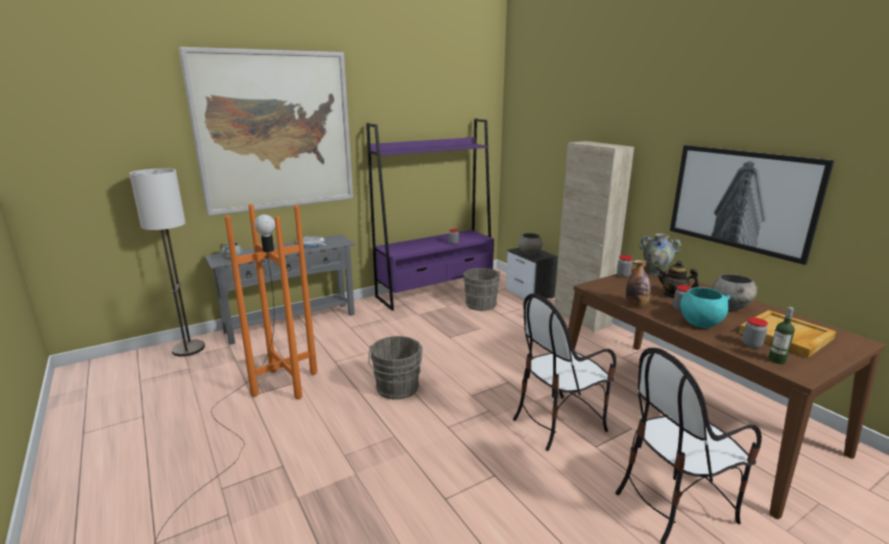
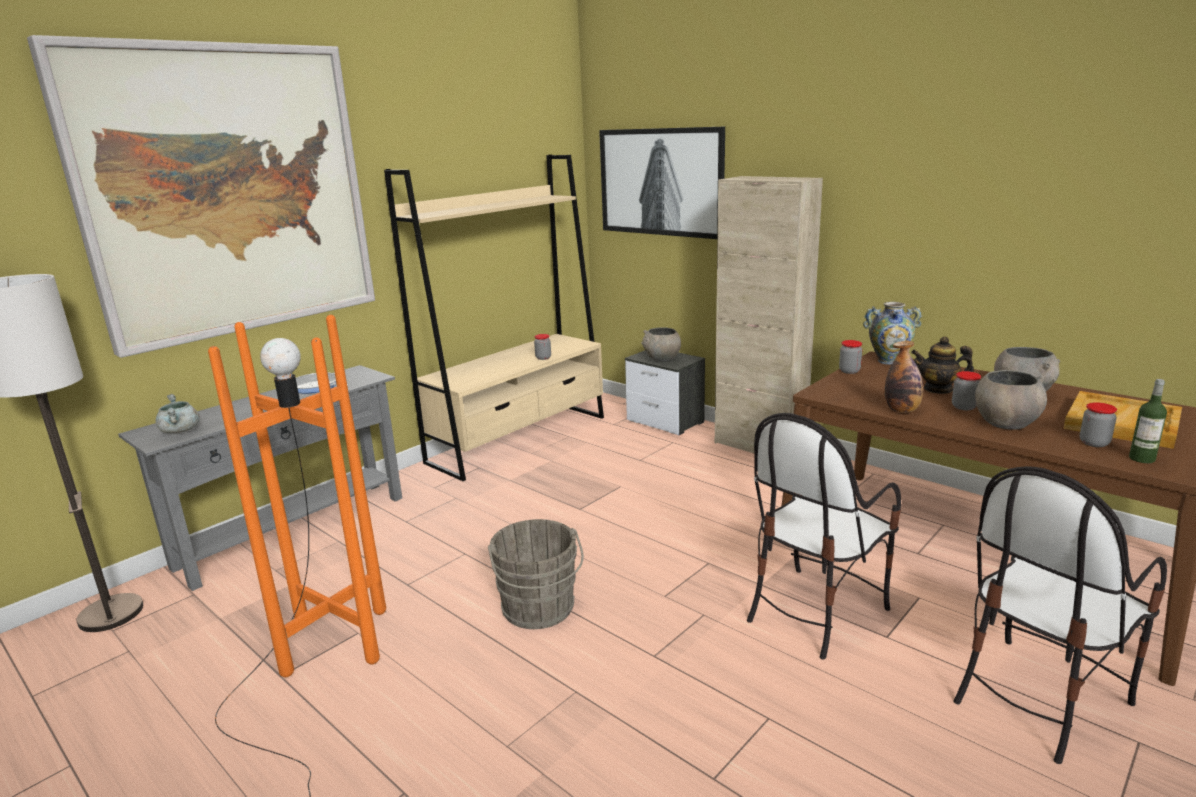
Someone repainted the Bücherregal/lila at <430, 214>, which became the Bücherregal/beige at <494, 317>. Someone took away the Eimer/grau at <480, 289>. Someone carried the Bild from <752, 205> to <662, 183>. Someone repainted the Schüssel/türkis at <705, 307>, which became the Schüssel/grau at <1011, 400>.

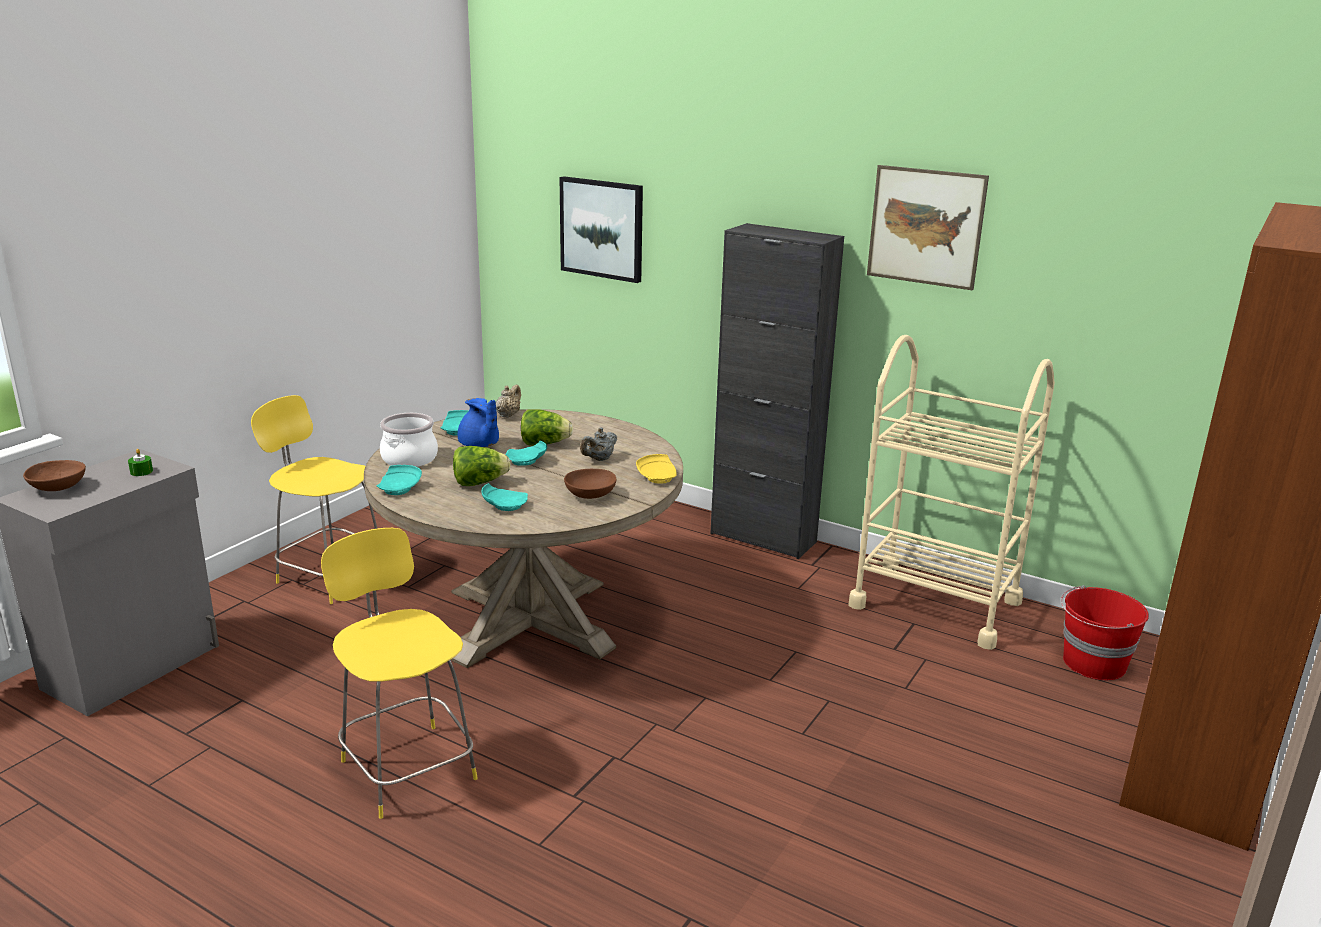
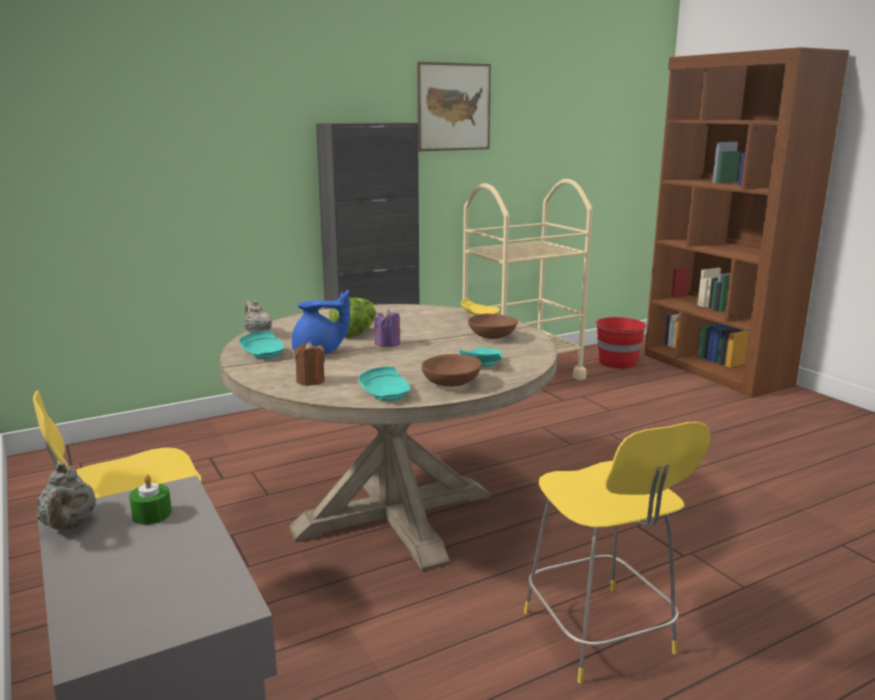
Someone carried the Schüssel/braun from <54, 475> to <451, 370>. Someone rotated the Stuhl/gelb at <399, 673> by 105 degrees counterclockwise. Someone swapped the Kochtopf at <409, 440> for the Kerze/braun at <310, 363>. Someone took away the Salatkopf at <482, 466>. Someone swapped the Teller/türkis at <526, 453> for the Kerze/lila at <387, 328>. Someone took away the Bild at <601, 229>. Someone carried the Teekanne/grau from <598, 444> to <66, 496>.

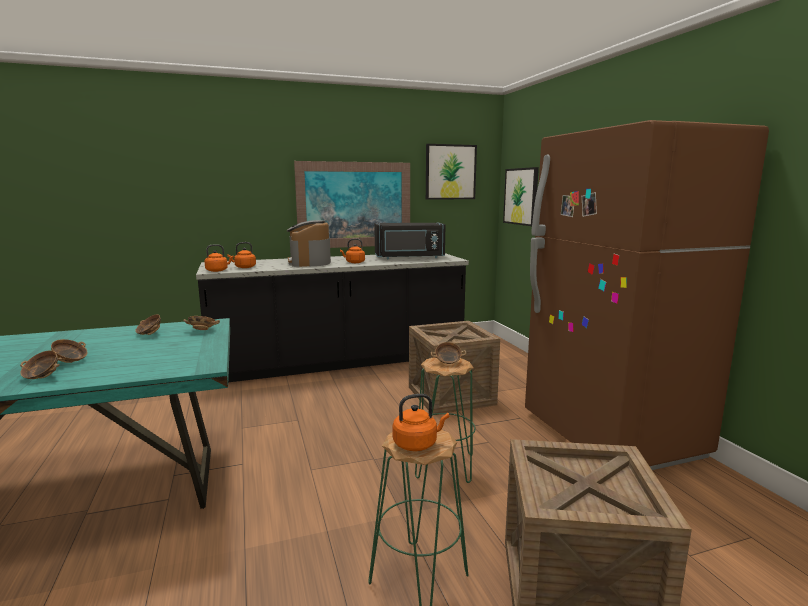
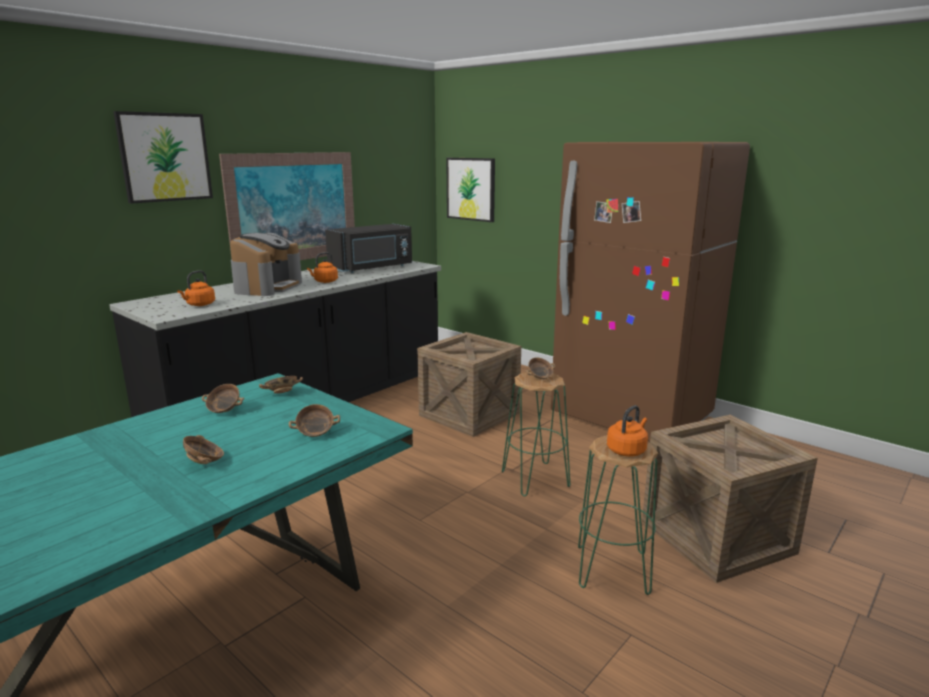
Someone carried the Schüssel from <40, 364> to <314, 420>. Someone took away the Wasserkessel/orange at <219, 258>. Someone rotated the Kaffeemaschine at <309, 243> by 120 degrees counterclockwise. Someone carried the Bild from <451, 172> to <163, 157>.

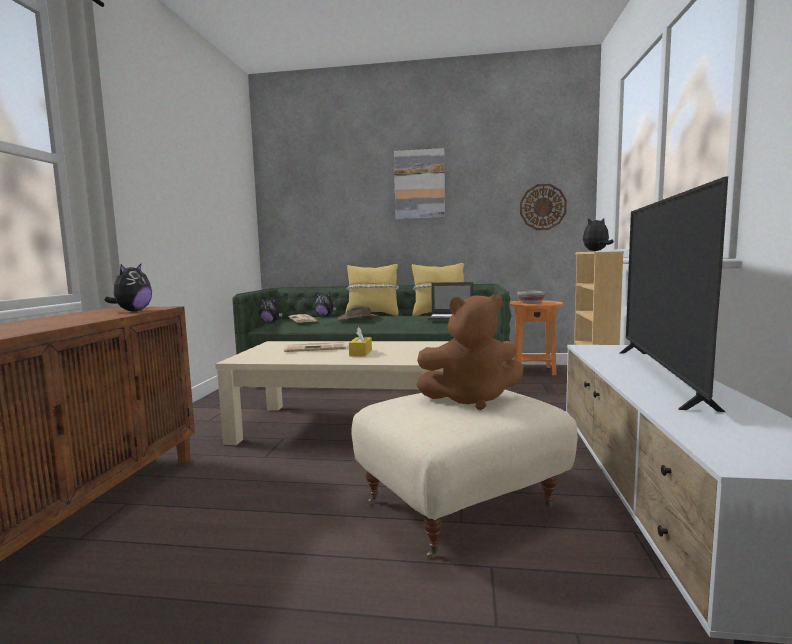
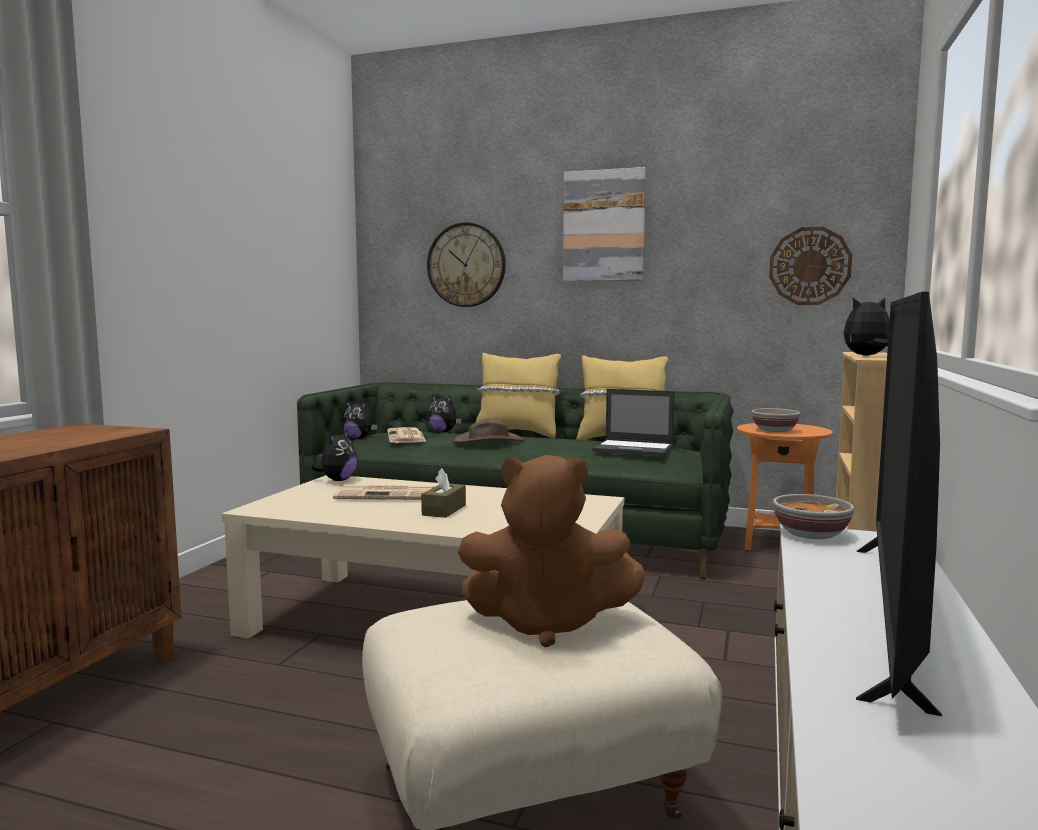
Someone carried the Plüschtier from <128, 287> to <334, 455>. Someone repainted the Taschentuchbox/gelb at <360, 342>, which became the Taschentuchbox/braun at <443, 493>. Someone put up the Wanduhr at <466, 264>. Someone put down the Schüssel at <813, 516>.

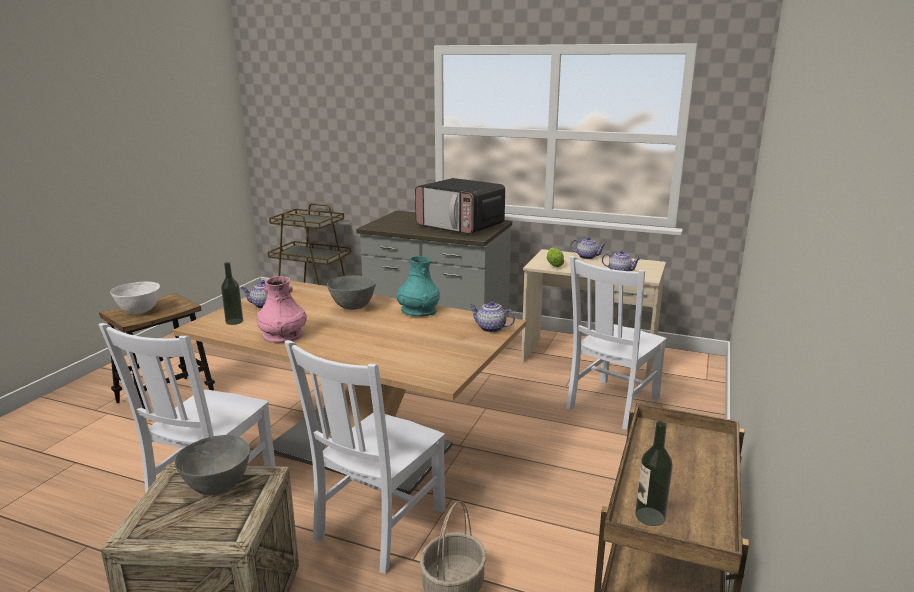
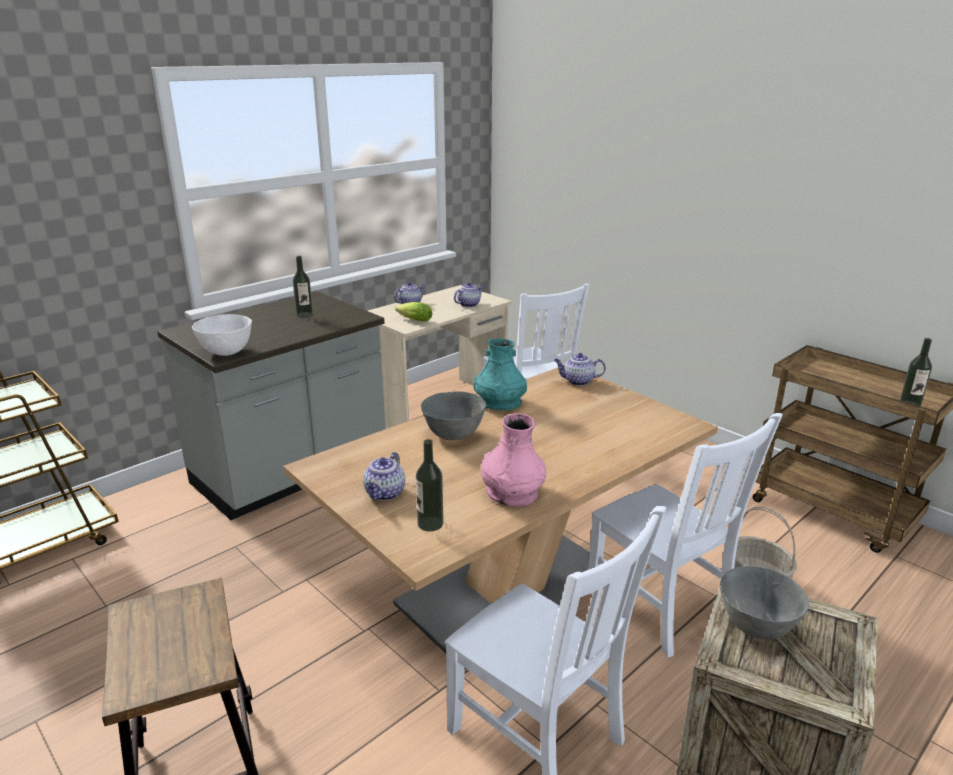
Someone carried the Schüssel/weiß from <135, 298> to <222, 335>. Someone swapped the Mikrowelle at <460, 206> for the Flasche at <303, 287>. Someone rotated the Teekanne at <492, 316> by 45 degrees clockwise.

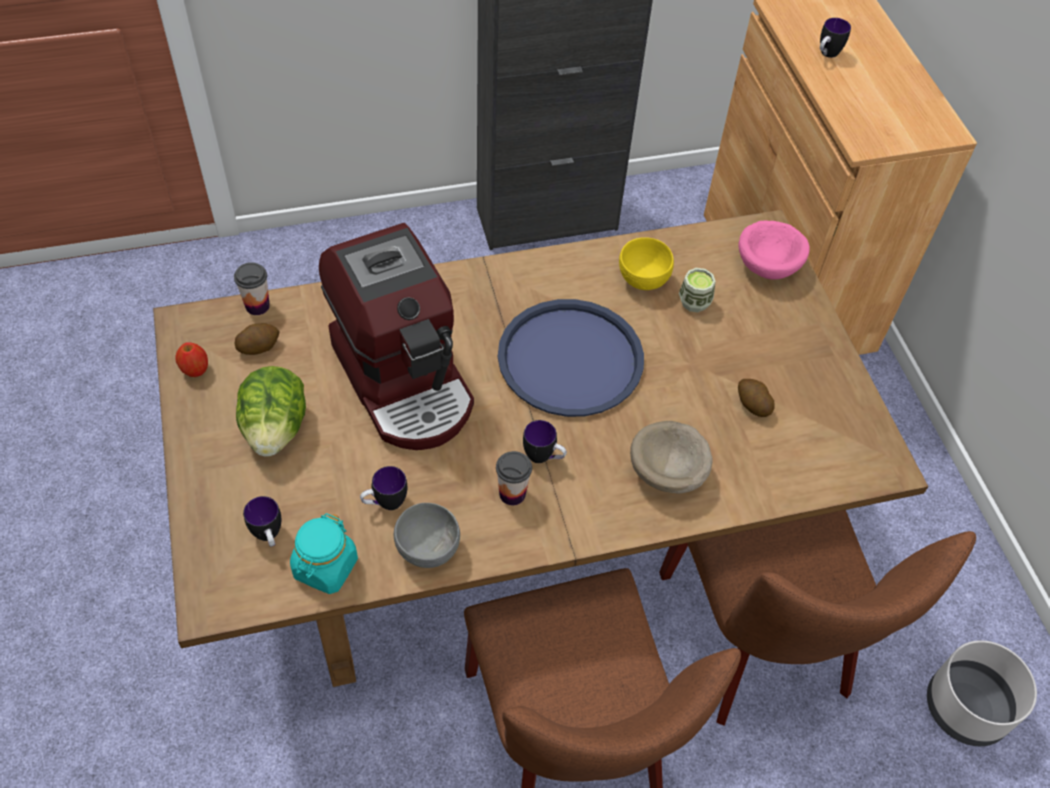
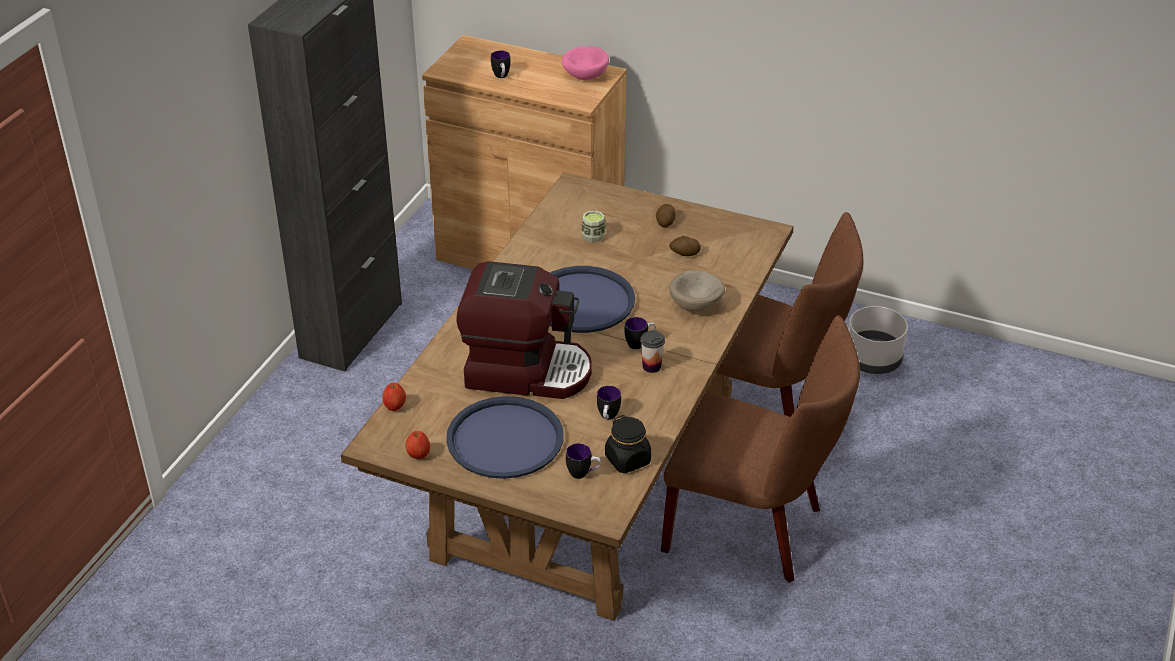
Someone swapped the Tasse at <252, 288> for the Apfel at <394, 397>. Someone carried the Kartoffel from <257, 339> to <666, 215>. Someone swapped the Salatkopf at <271, 411> for the Tablett/blau at <505, 437>. Someone repainted the Vorratsglas/türkis at <324, 553>, which became the Vorratsglas/schwarz at <628, 444>. Someone took away the Schüssel/grau at <427, 535>. Someone took away the Schüssel/gelb at <646, 263>. Someone carried the Schüssel/rosa from <774, 250> to <585, 63>.

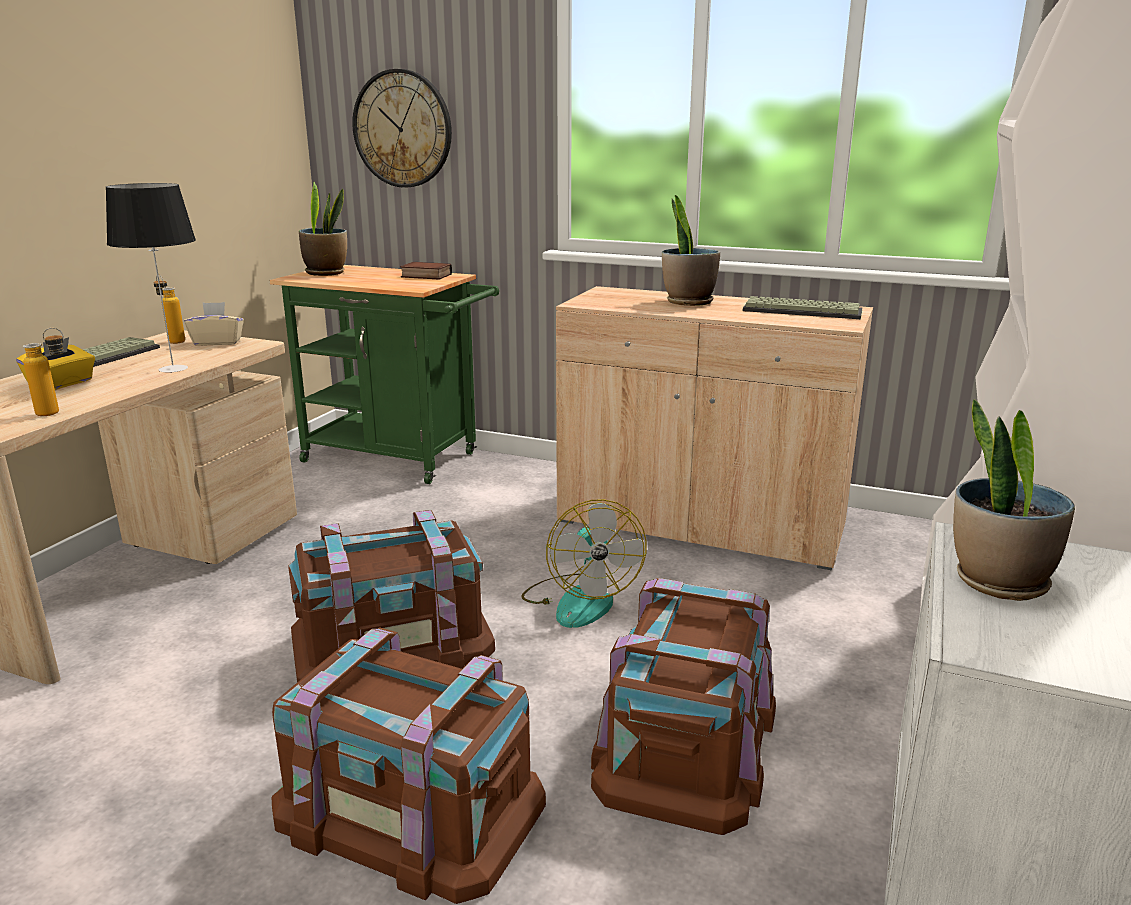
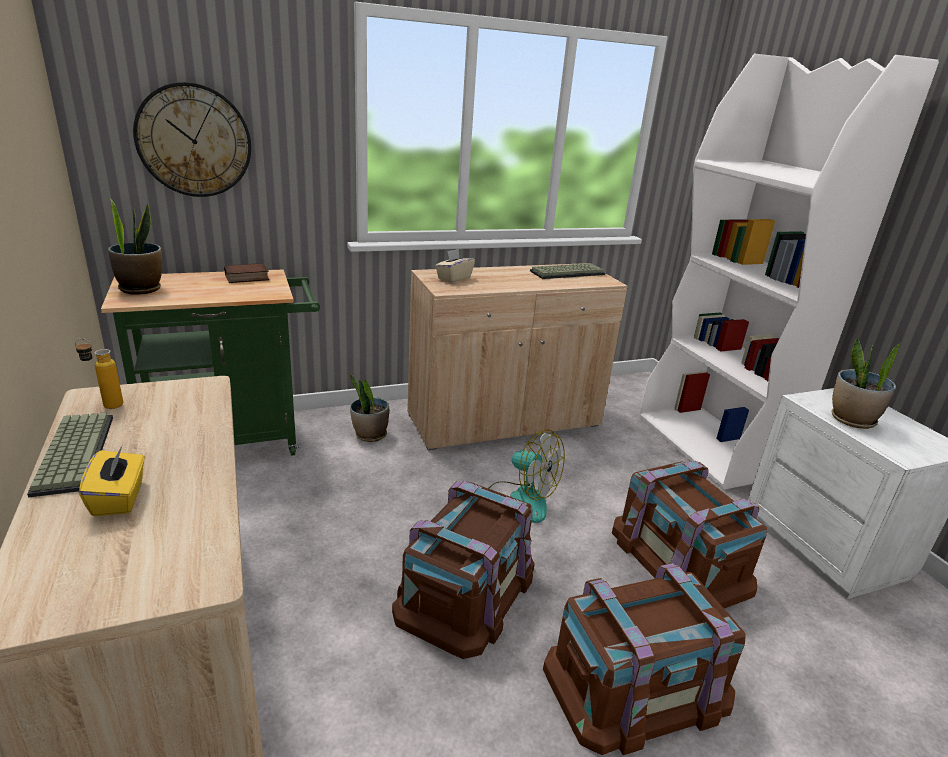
Someone took away the Flasche at <43, 372>. Someone took away the Tischlampe at <151, 278>. Someone carried the Taschentuchbox/beige from <214, 324> to <455, 266>. Someone carried the Topfpflanze from <691, 250> to <369, 408>.

